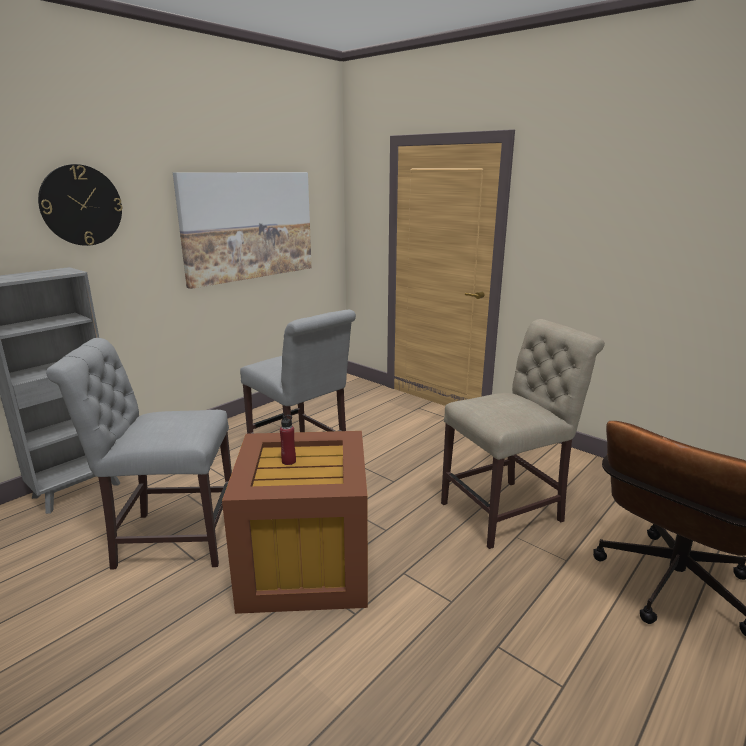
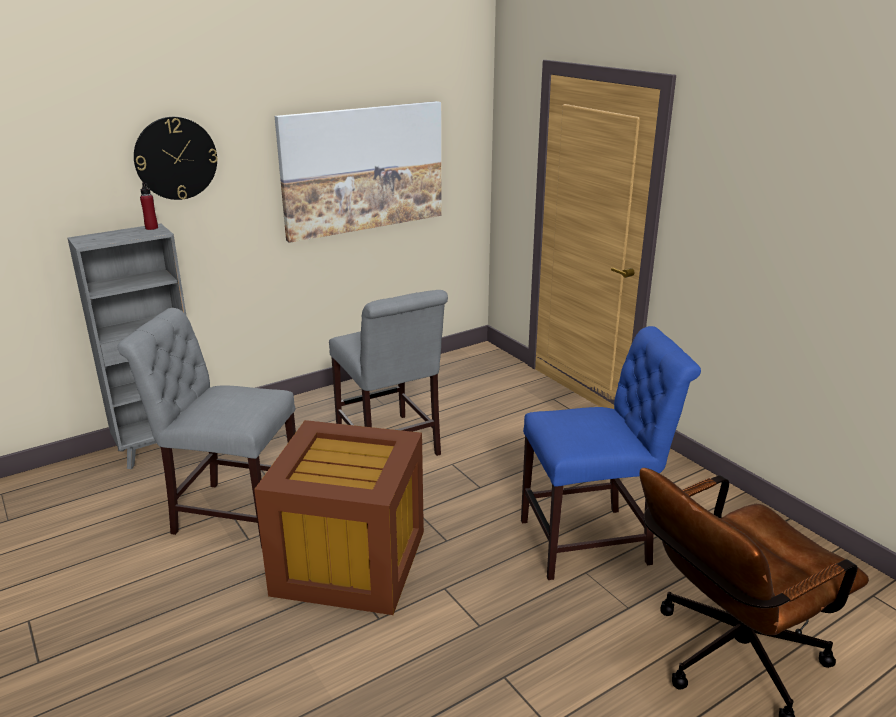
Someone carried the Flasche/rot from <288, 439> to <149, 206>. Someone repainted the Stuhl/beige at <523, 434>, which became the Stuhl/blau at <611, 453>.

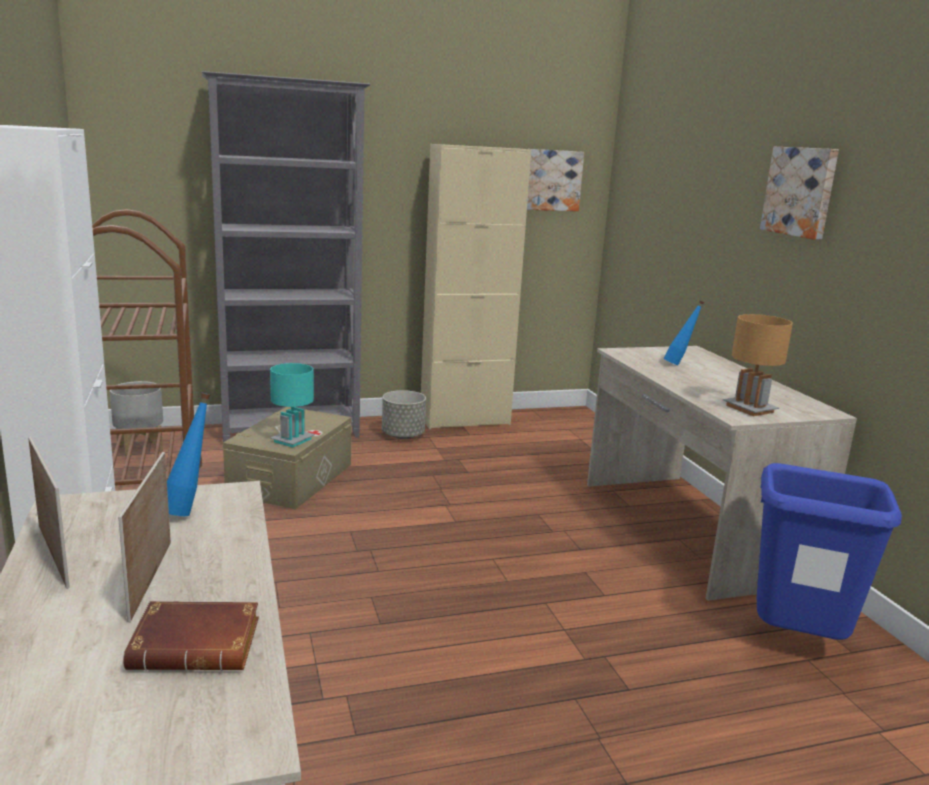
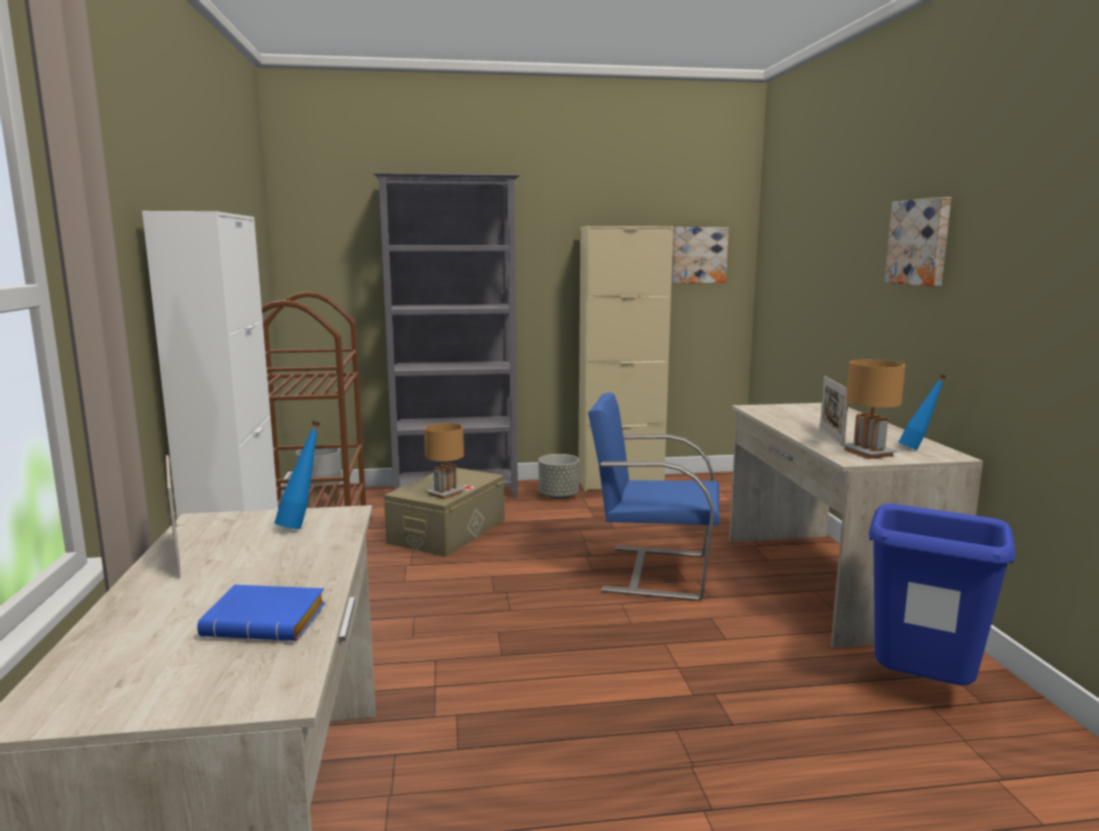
Someone carried the Bilderrahmen from <144, 537> to <834, 410>. Someone repainted the Buch/braun at <191, 636>, which became the Buch/blau at <261, 613>. Someone repainted the Tischlampe/türkis at <292, 405>, which became the Tischlampe/braun at <445, 461>. Someone carried the Flasche/blau from <683, 333> to <922, 412>. Someone put down the Stuhl/blau at <654, 496>.

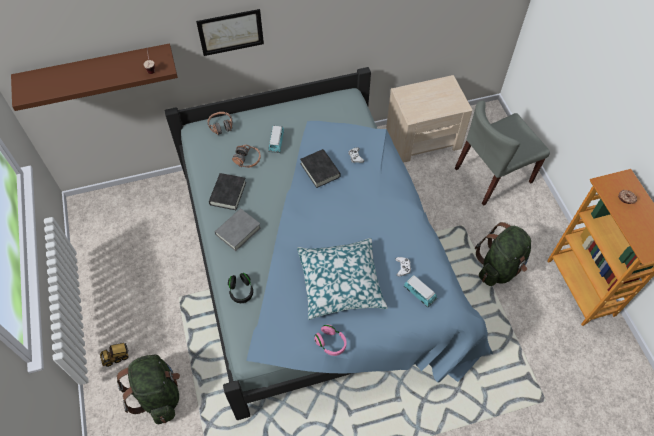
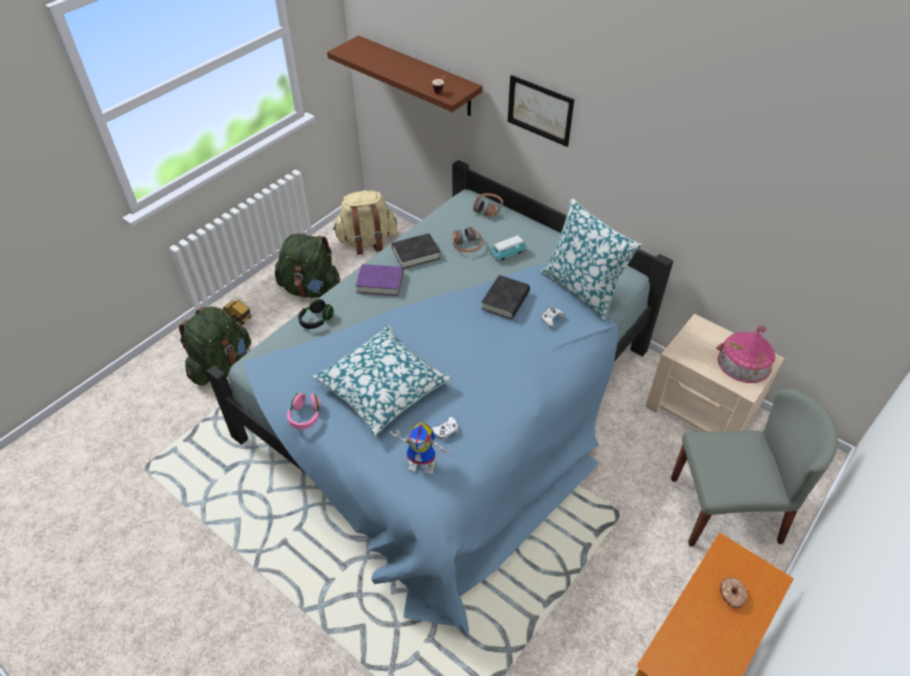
Someone repainted the Buch/grau at <238, 229>, which became the Buch/lila at <379, 280>. Someone swapped the Spielzeugauto at <420, 291> for the Spielzeugroboter at <422, 448>. Someone rotated the Stuhl/grau at <502, 153> by 150 degrees clockwise. Someone carried the Rucksack/grün from <503, 254> to <307, 265>. Someone put down the Rucksack/beige at <365, 223>. Someone put down the Kissen at <591, 259>. Someone put down the Spielzeughaus at <745, 354>.

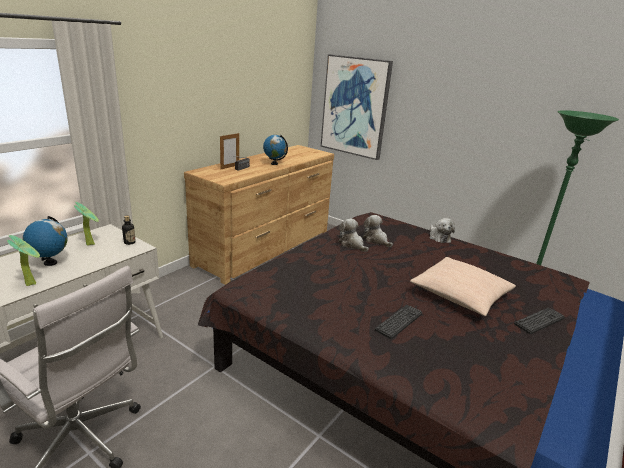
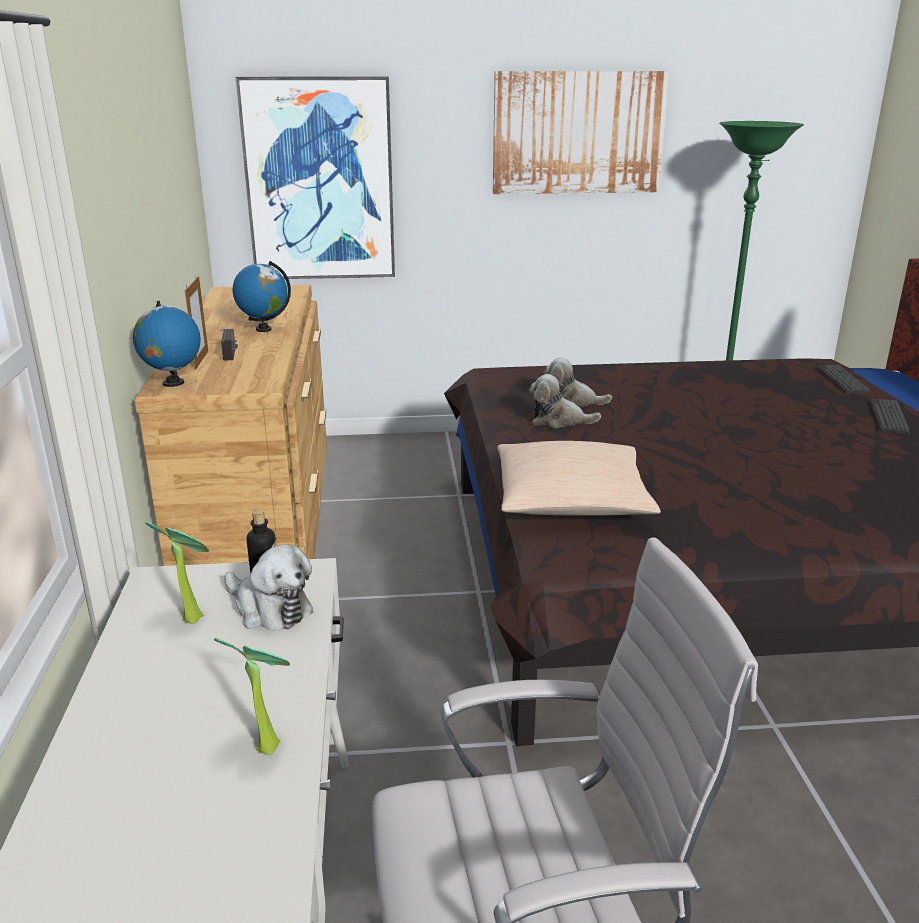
Someone carried the Globus from <45, 241> to <167, 344>. Someone carried the Tastatur from <398, 322> to <843, 379>. Someone carried the Kissen/beige from <463, 286> to <579, 478>. Someone carried the Plüschtier from <442, 230> to <268, 587>. Someone put up the Bild at <581, 132>.

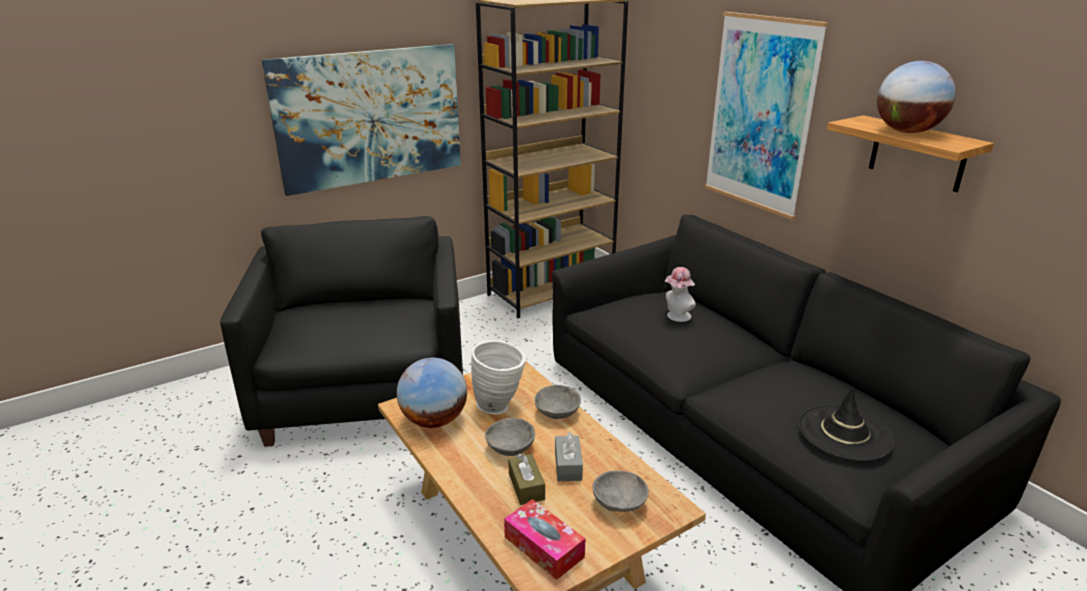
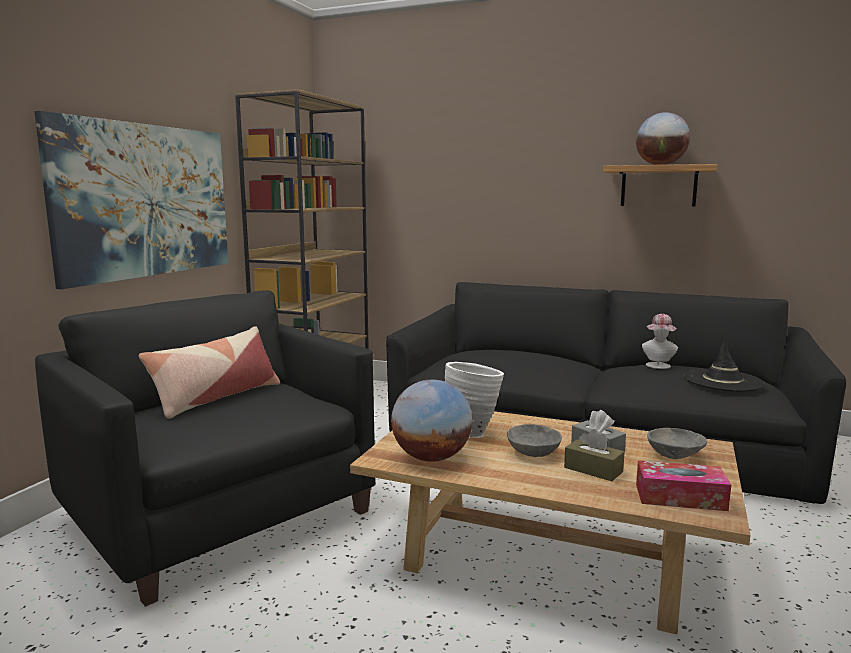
Someone took away the Schüssel/grau at <558, 402>. Someone carried the Hut from <680, 294> to <660, 341>. Someone took away the Bild at <767, 116>. Someone put down the Kissen at <209, 372>.

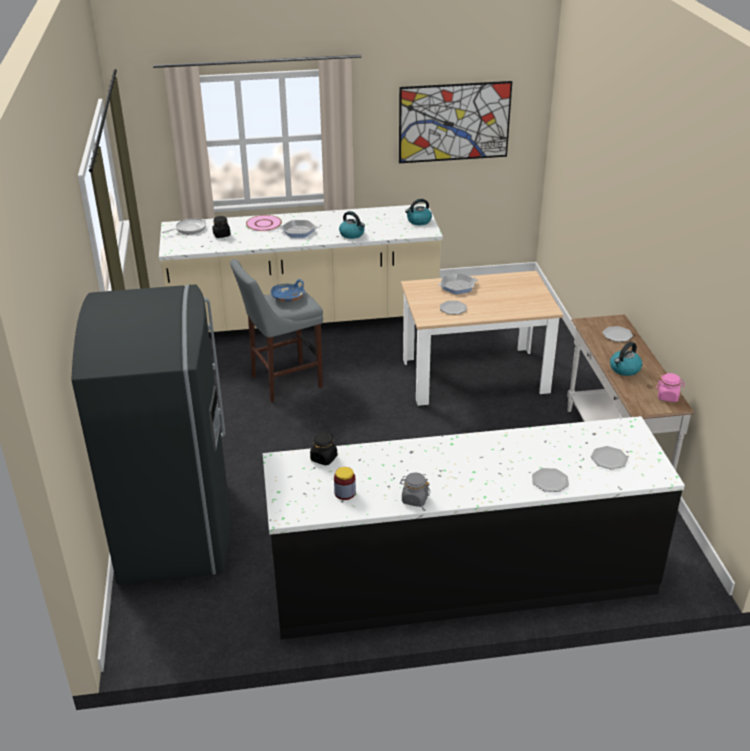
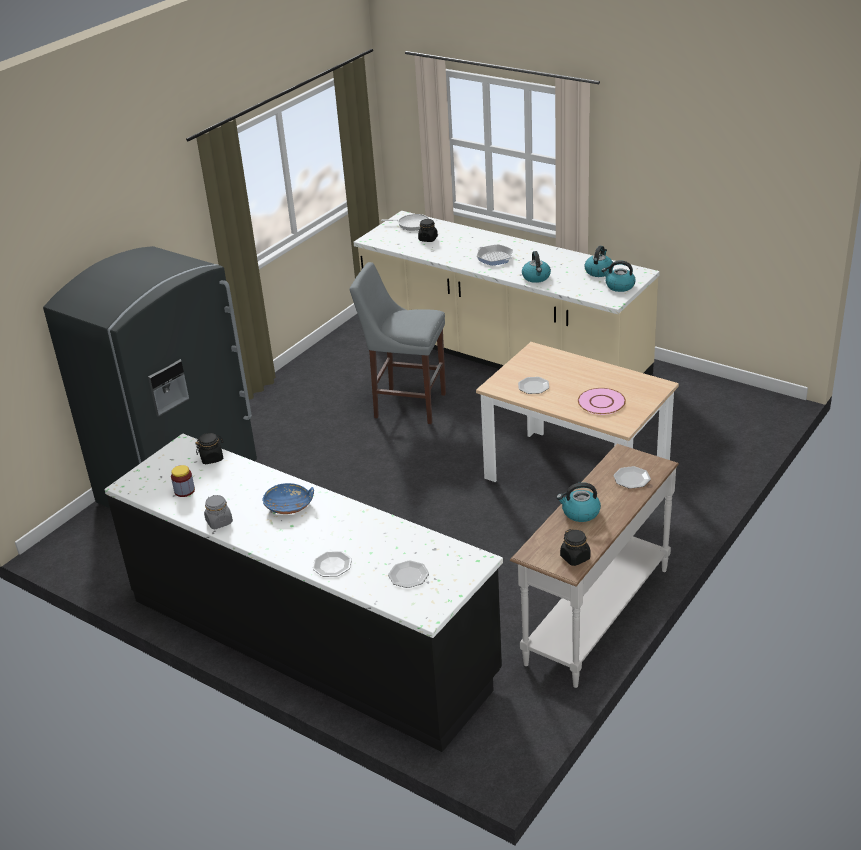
Someone carried the Teller/rosa from <264, 223> to <602, 401>. Someone carried the Schüssel/blau from <288, 290> to <288, 498>. Someone took away the Bild at <455, 122>. Someone took away the Pfanne at <457, 283>. Someone repainted the Vorratsglas/rosa at <670, 387>, which became the Vorratsglas/schwarz at <575, 547>. Someone put down the Wasserkessel at <599, 261>.

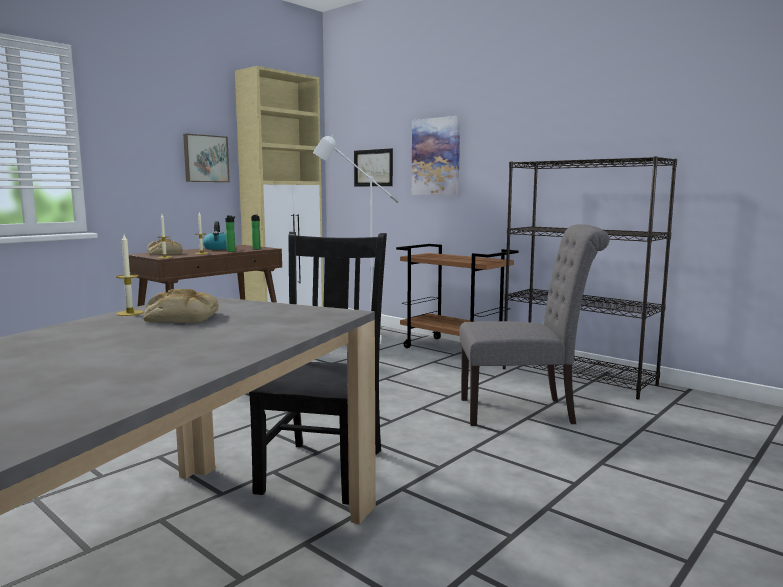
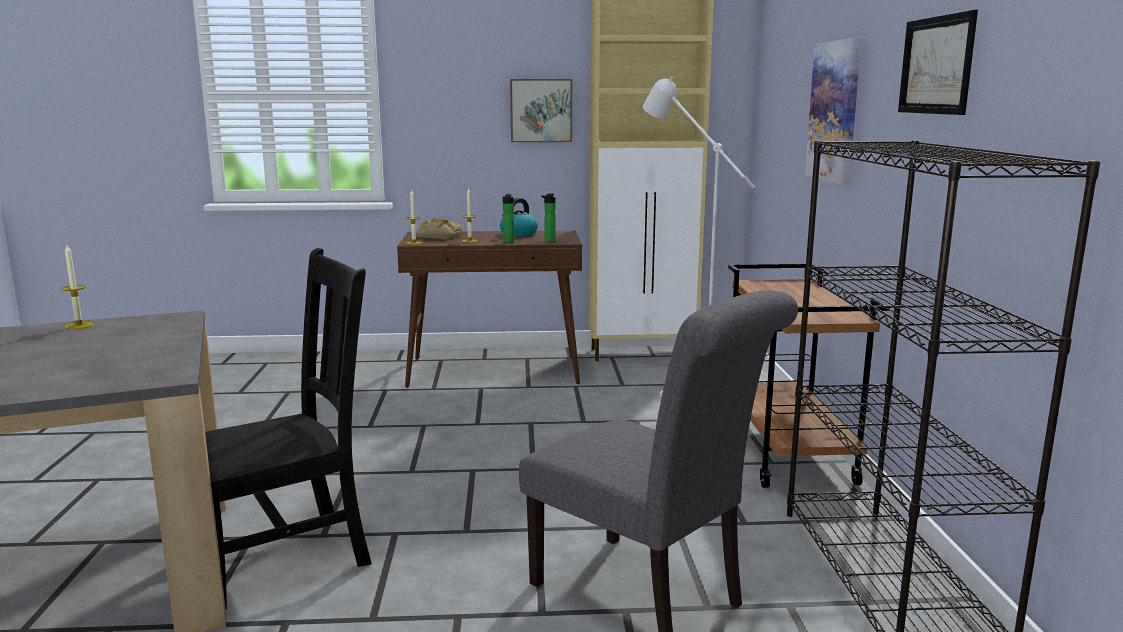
Someone took away the Brot at <181, 306>. Someone carried the Bild from <373, 167> to <938, 62>.

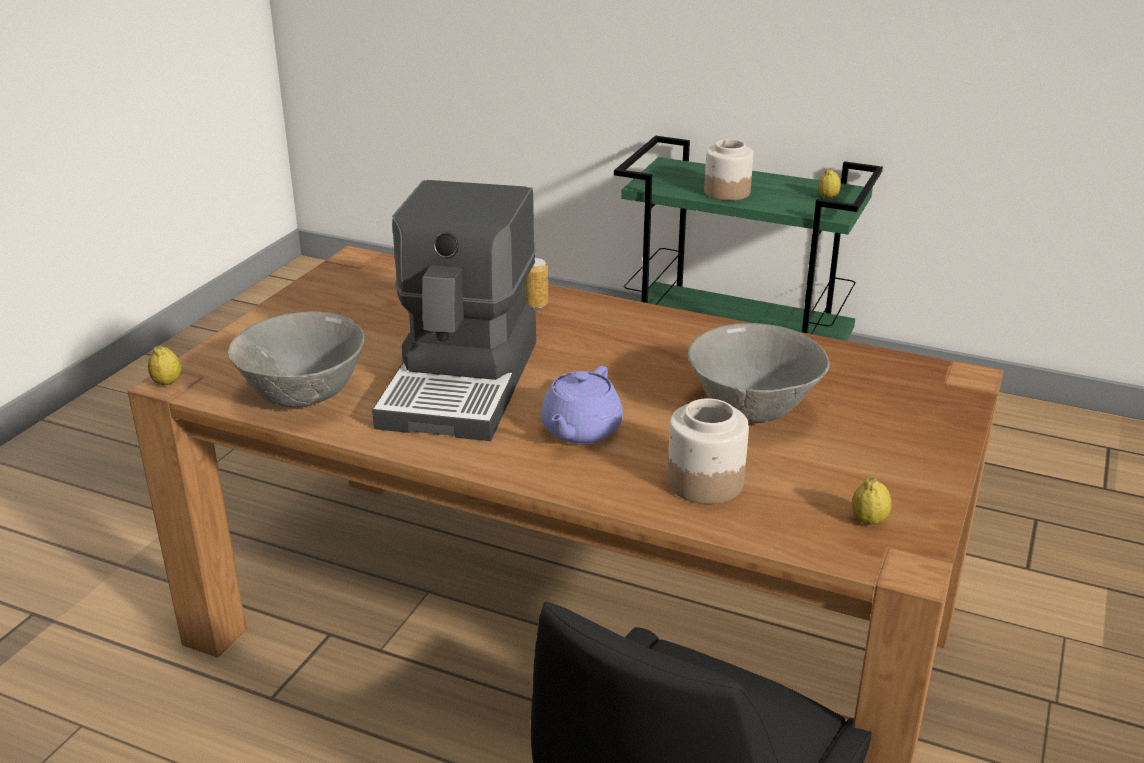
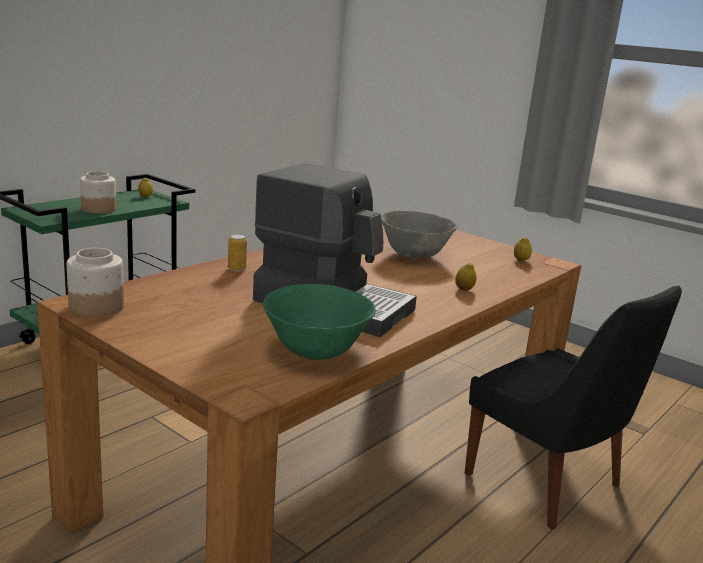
Someone carried the Zitrone from <164, 365> to <465, 276>. Someone repainted the Schüssel/grau at <296, 359>, which became the Schüssel/grün at <319, 322>. Someone took away the Teekanne/lila at <582, 405>. Someone carried the Vorratsglas from <708, 451> to <95, 282>.

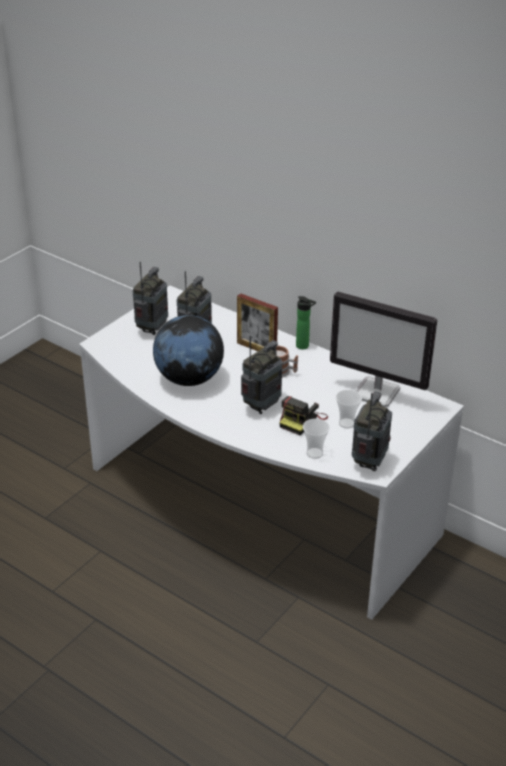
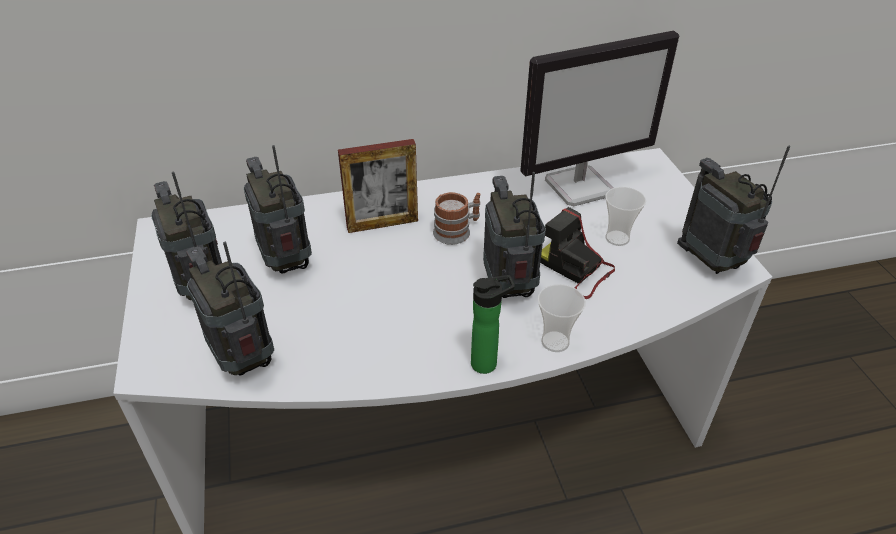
Someone took away the Globus at <188, 350>. Someone rotated the Kamera at <303, 415> by 150 degrees clockwise. Someone carried the Flasche from <306, 322> to <493, 324>. Someone carried the Tasse from <316, 439> to <562, 318>. Someone put down the Radio at <230, 309>.

